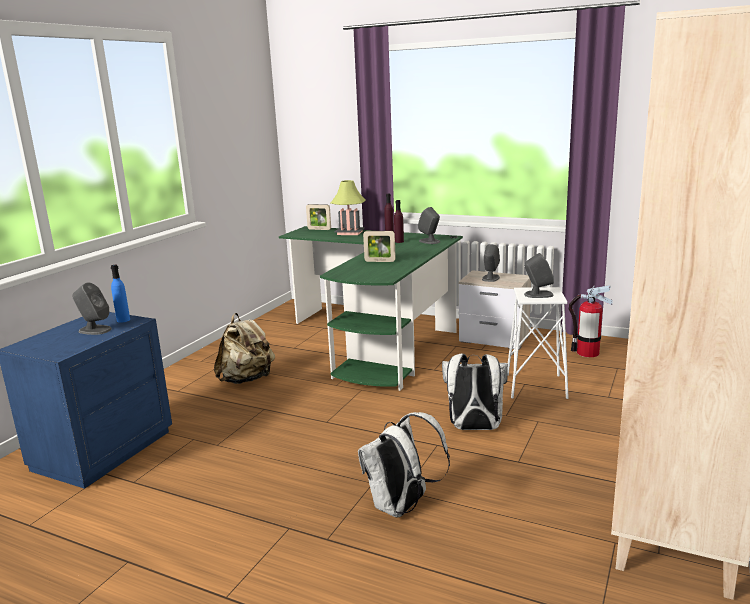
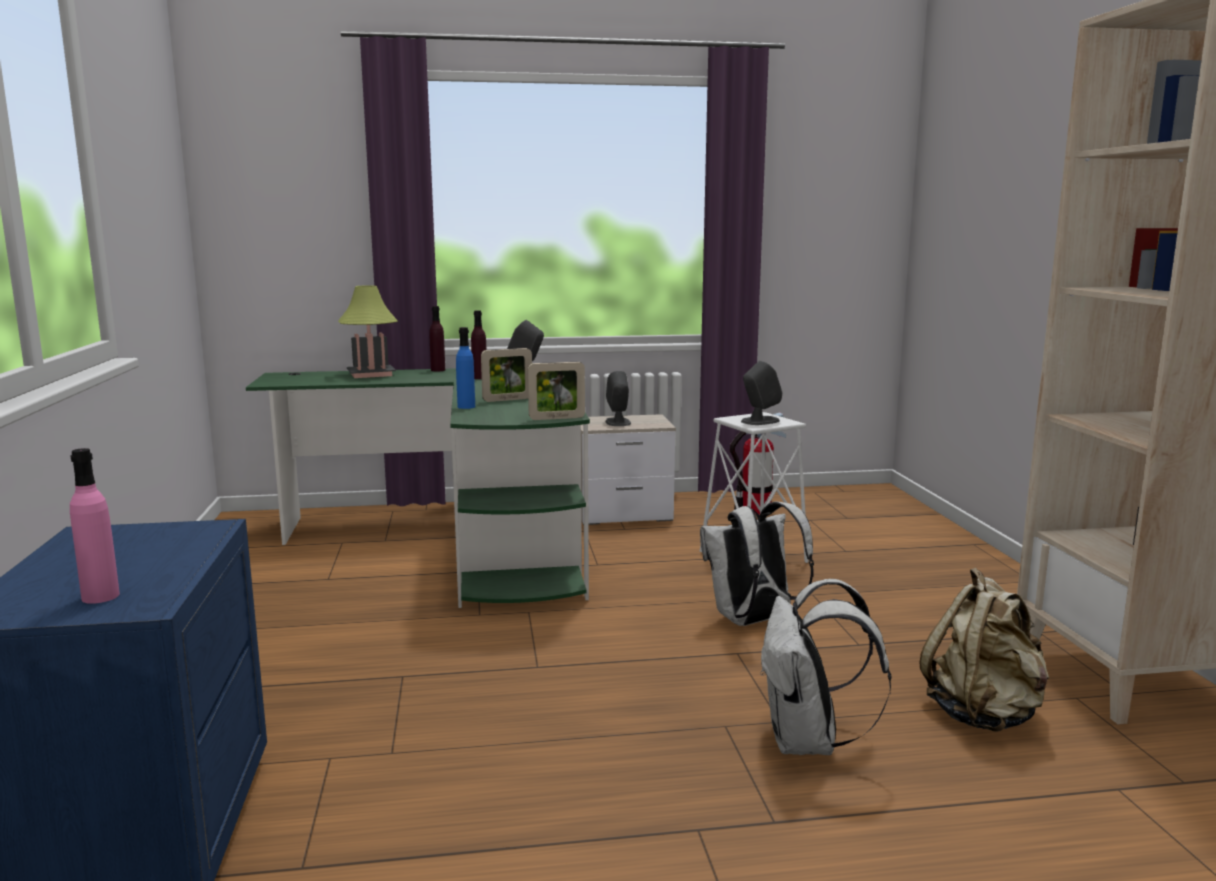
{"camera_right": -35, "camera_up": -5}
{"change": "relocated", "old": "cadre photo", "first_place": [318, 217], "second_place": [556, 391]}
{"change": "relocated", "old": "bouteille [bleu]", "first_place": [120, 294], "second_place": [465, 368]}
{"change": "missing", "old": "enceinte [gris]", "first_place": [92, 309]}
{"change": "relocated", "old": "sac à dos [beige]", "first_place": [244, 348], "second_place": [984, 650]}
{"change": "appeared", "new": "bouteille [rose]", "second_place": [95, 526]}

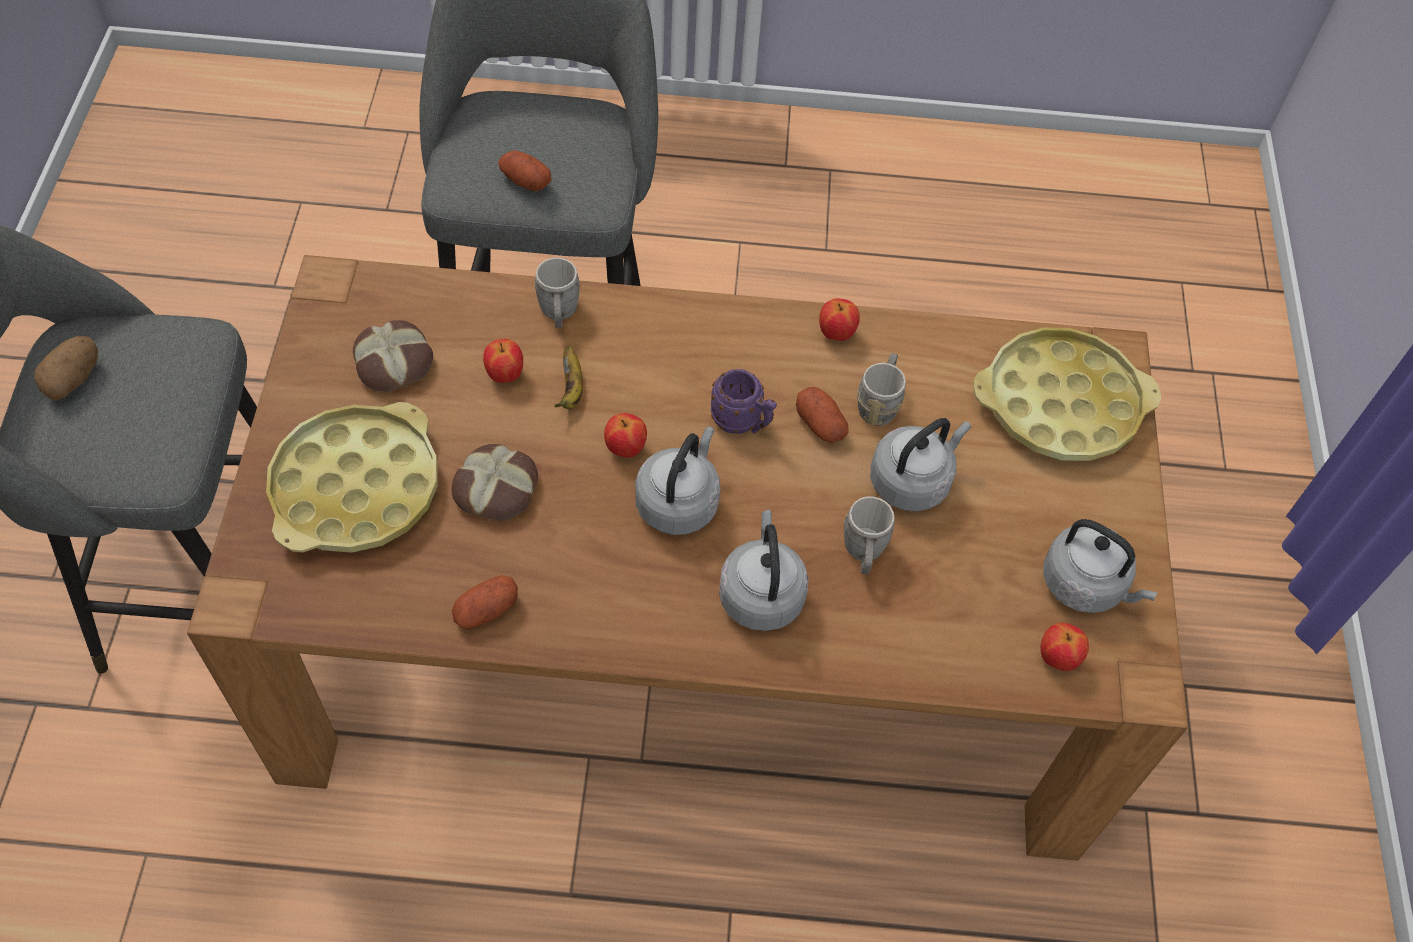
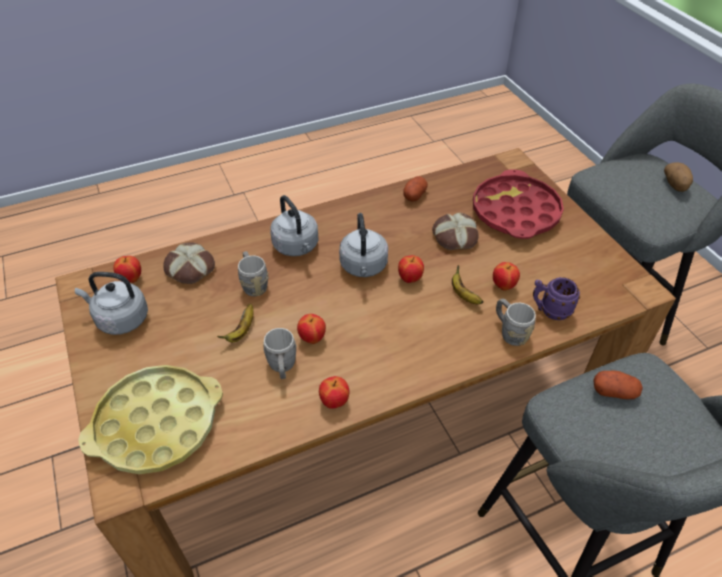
{"camera_right": 155, "camera_up": -10}
{"change": "relocated", "old": "pain", "first_place": [393, 356], "second_place": [189, 263]}
{"change": "relocated", "old": "mug [violet]", "first_place": [744, 401], "second_place": [556, 298]}
{"change": "exchanged", "old": "pomme de terre", "new": "pomme", "first_place": [822, 415], "second_place": [311, 329]}
{"change": "colour", "old": "plateau [jaune]", "new": "plateau [rouge]", "first_place": [352, 477], "second_place": [518, 204]}
{"change": "exchanged", "old": "bouilloire [gris]", "new": "banane", "first_place": [920, 464], "second_place": [235, 323]}

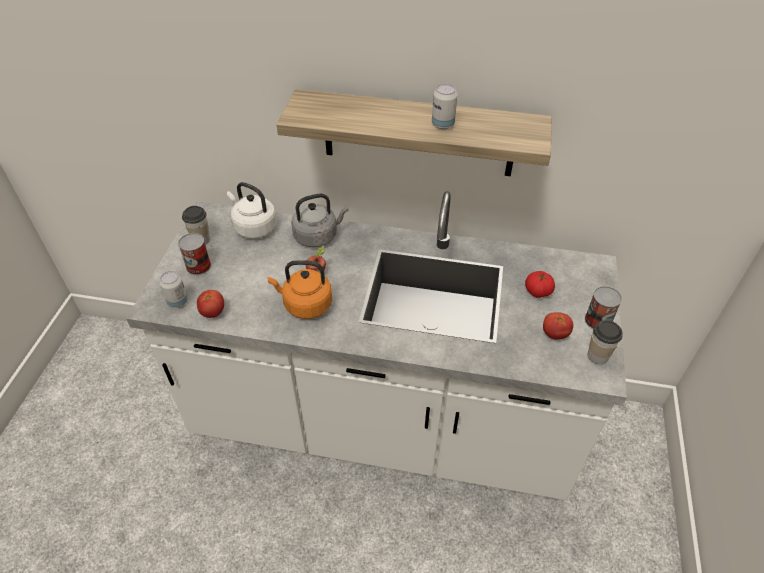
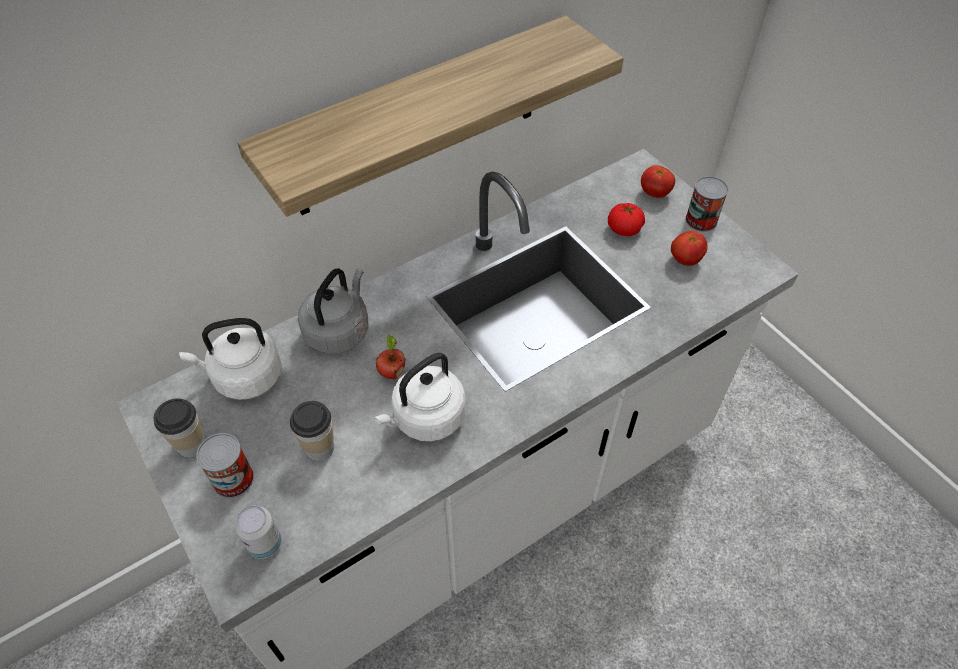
{"camera_right": -45, "camera_up": 5}
{"change": "missing", "old": "boîte métallique", "first_place": [444, 106]}
{"change": "colour", "old": "bouilloire [orange]", "new": "bouilloire [blanc]", "first_place": [300, 289], "second_place": [420, 397]}
{"change": "relocated", "old": "tomate", "first_place": [210, 304], "second_place": [658, 181]}
{"change": "relocated", "old": "tasse", "first_place": [605, 342], "second_place": [312, 431]}

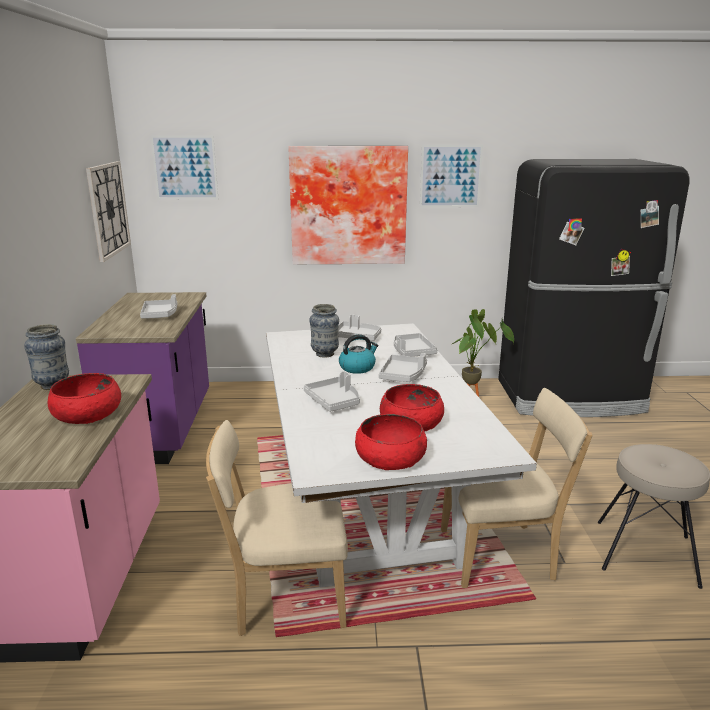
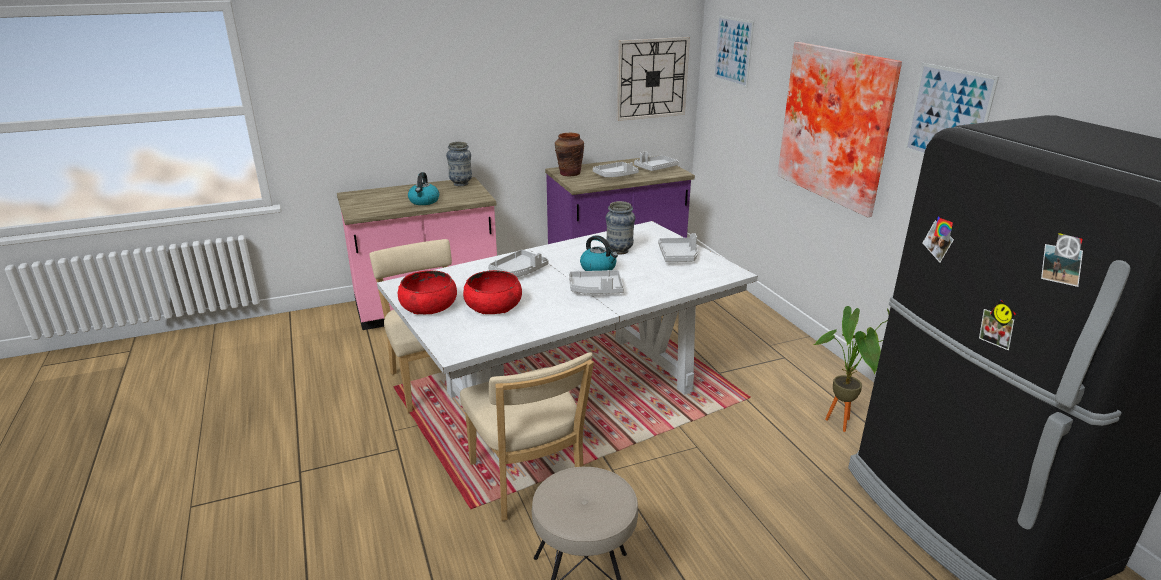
{"camera_right": 70, "camera_up": 5}
{"change": "relocated", "old": "plateau [gris]", "first_place": [416, 345], "second_place": [656, 161]}
{"change": "exchanged", "old": "bol [rouge]", "new": "bouilloire", "first_place": [84, 398], "second_place": [423, 188]}
{"change": "appeared", "new": "vase [marron]", "second_place": [569, 154]}

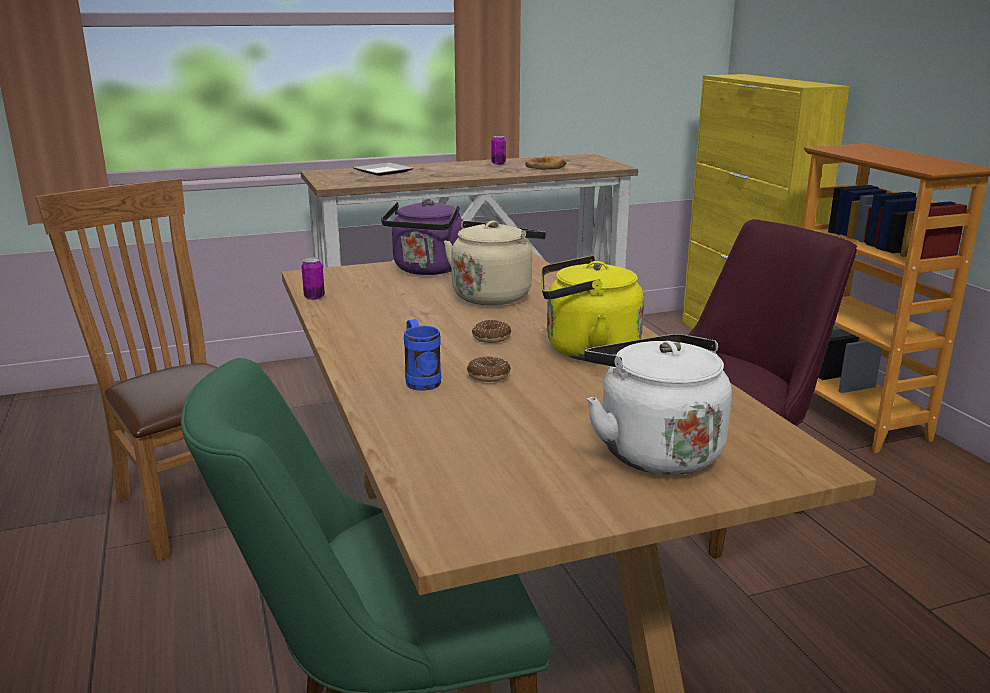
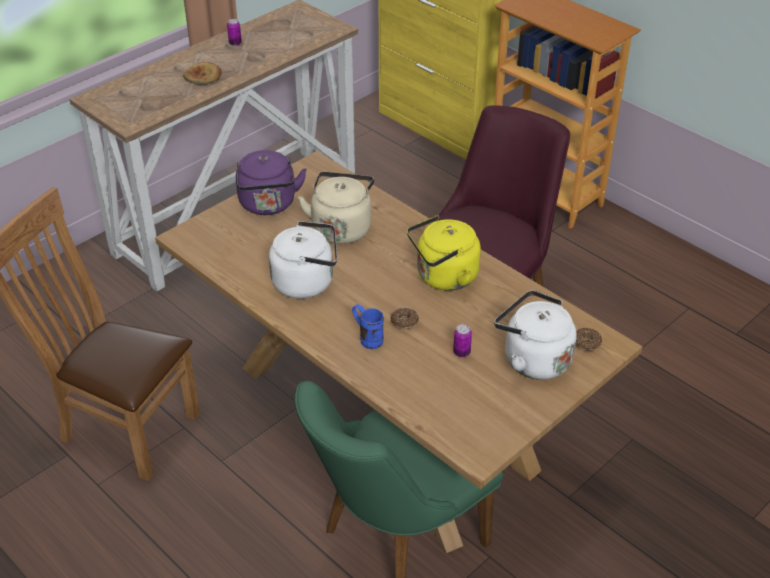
{"camera_right": -25, "camera_up": 20}
{"change": "relocated", "old": "pain", "first_place": [545, 163], "second_place": [202, 73]}
{"change": "missing", "old": "assiette", "first_place": [383, 169]}
{"change": "relocated", "old": "boîte métallique", "first_place": [313, 279], "second_place": [462, 340]}
{"change": "relocated", "old": "beignet", "first_place": [491, 331], "second_place": [588, 339]}
{"change": "appeared", "new": "bouilloire [blanc]", "second_place": [303, 260]}

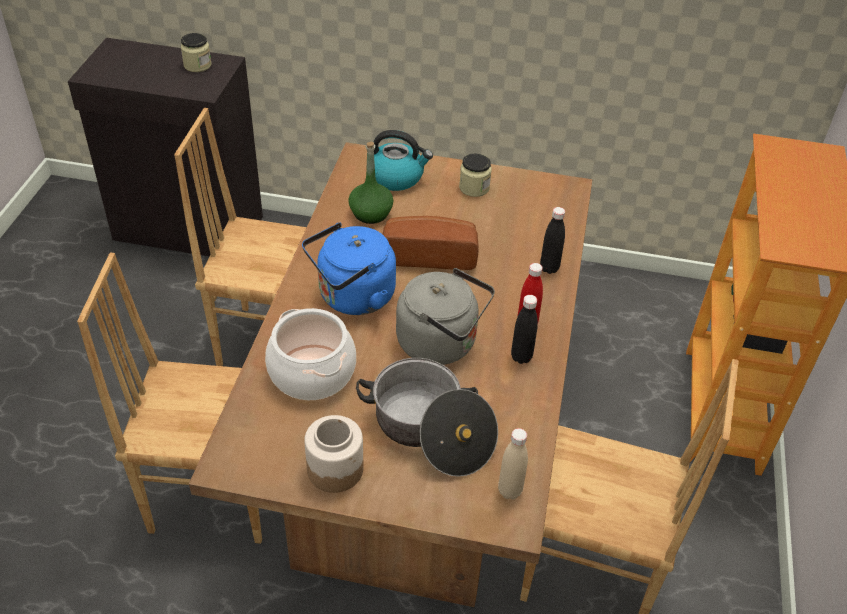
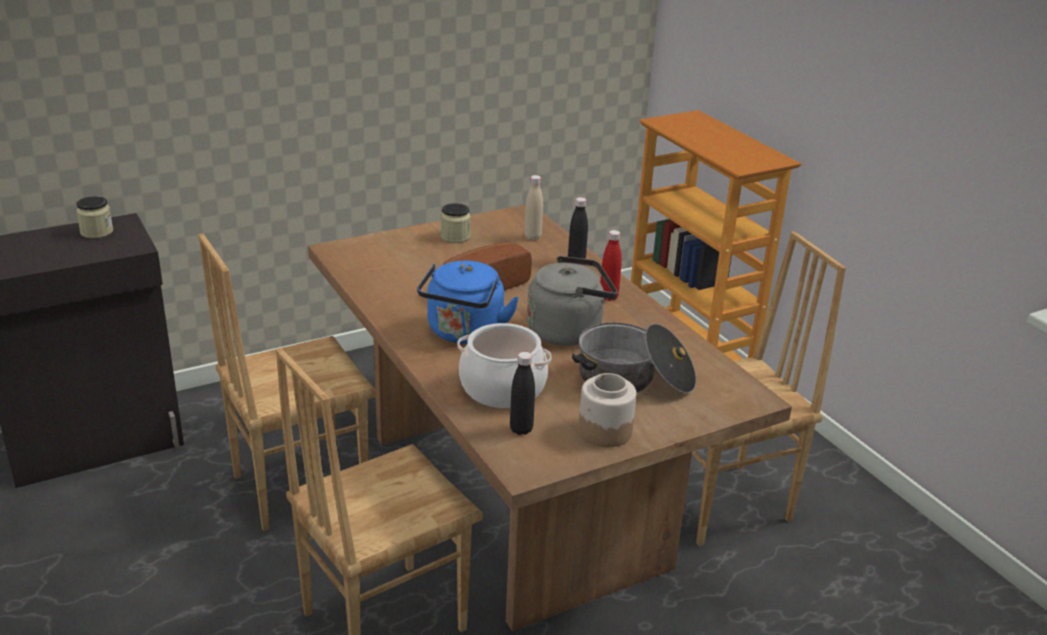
{"camera_right": -40, "camera_up": -15}
{"change": "missing", "old": "bouilloire", "first_place": [403, 160]}
{"change": "missing", "old": "bouteille [vert]", "first_place": [370, 183]}
{"change": "relocated", "old": "bouteille [noir]", "first_place": [524, 329], "second_place": [522, 393]}
{"change": "relocated", "old": "bouteille [beige]", "first_place": [513, 464], "second_place": [533, 207]}

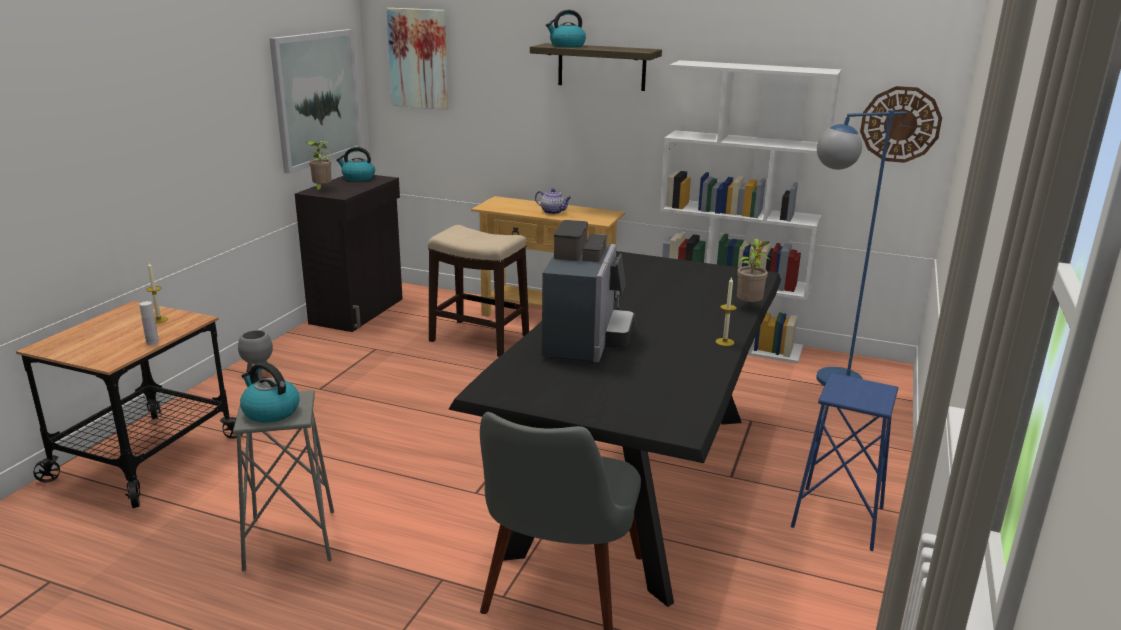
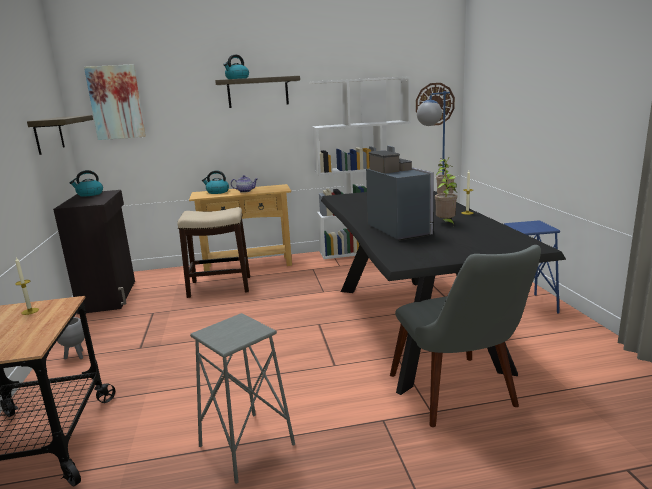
{"camera_right": -30, "camera_up": -5}
{"change": "exchanged", "old": "tableau", "new": "étagère", "first_place": [315, 101], "second_place": [60, 135]}
{"change": "relocated", "old": "plante en pot", "first_place": [319, 166], "second_place": [446, 200]}
{"change": "missing", "old": "bouteille [blanc]", "first_place": [149, 323]}
{"change": "relocated", "old": "bouilloire", "first_place": [270, 392], "second_place": [215, 182]}

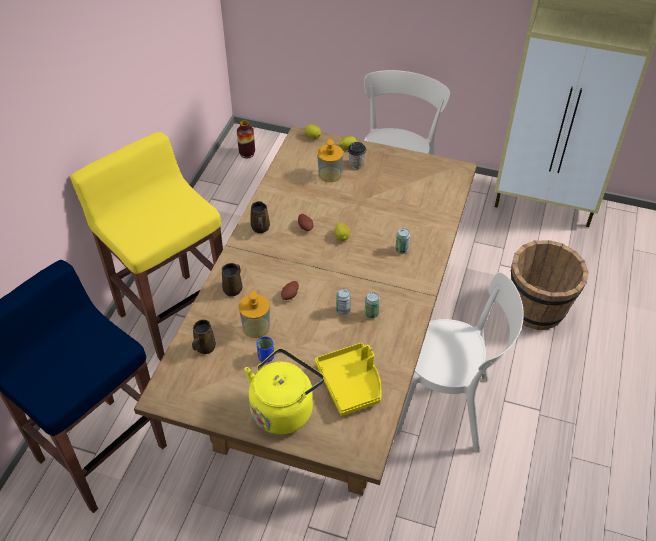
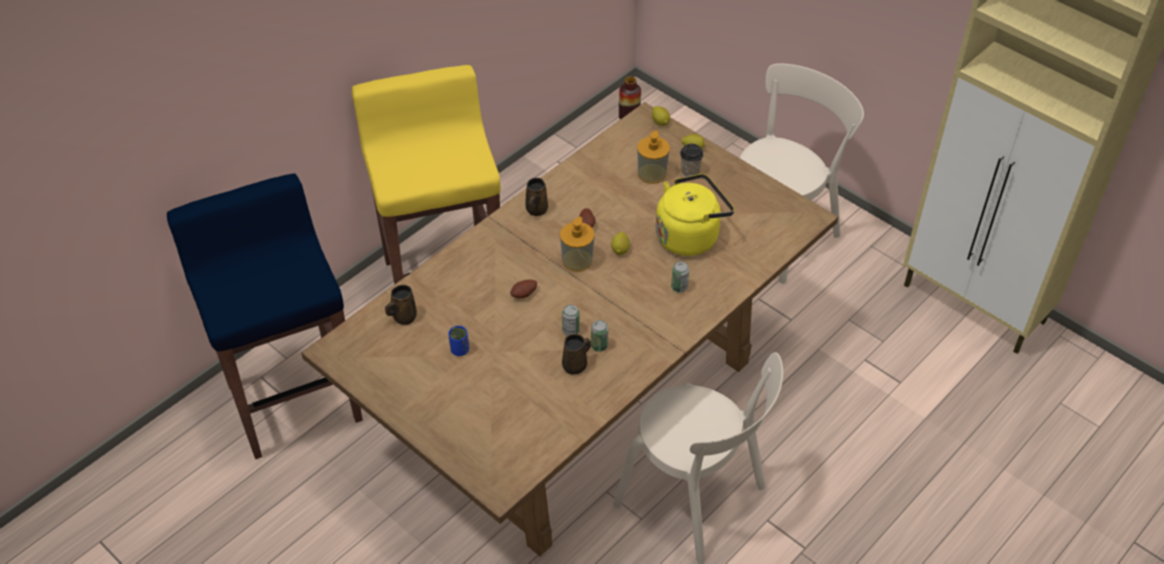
{"camera_right": 25, "camera_up": 0}
{"change": "missing", "old": "seau [marron]", "first_place": [550, 285]}
{"change": "relocated", "old": "mug [marron]", "first_place": [232, 280], "second_place": [576, 354]}
{"change": "relocated", "old": "distributeur de savon", "first_place": [254, 314], "second_place": [577, 244]}
{"change": "missing", "old": "plateau [jaune]", "first_place": [348, 379]}
{"change": "relocated", "old": "bouilloire [jaune]", "first_place": [284, 391], "second_place": [695, 215]}

